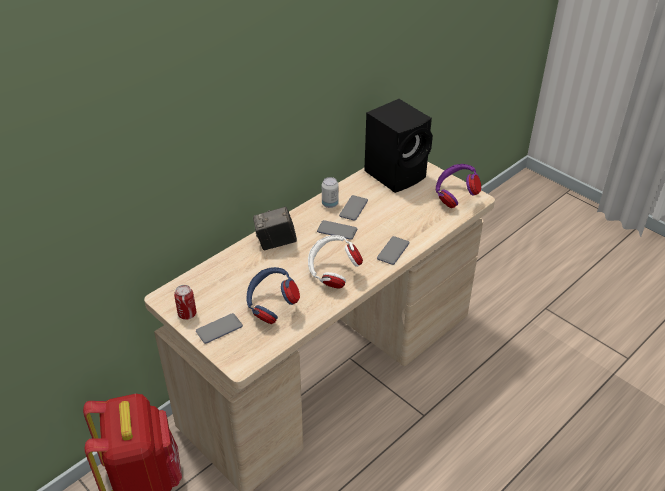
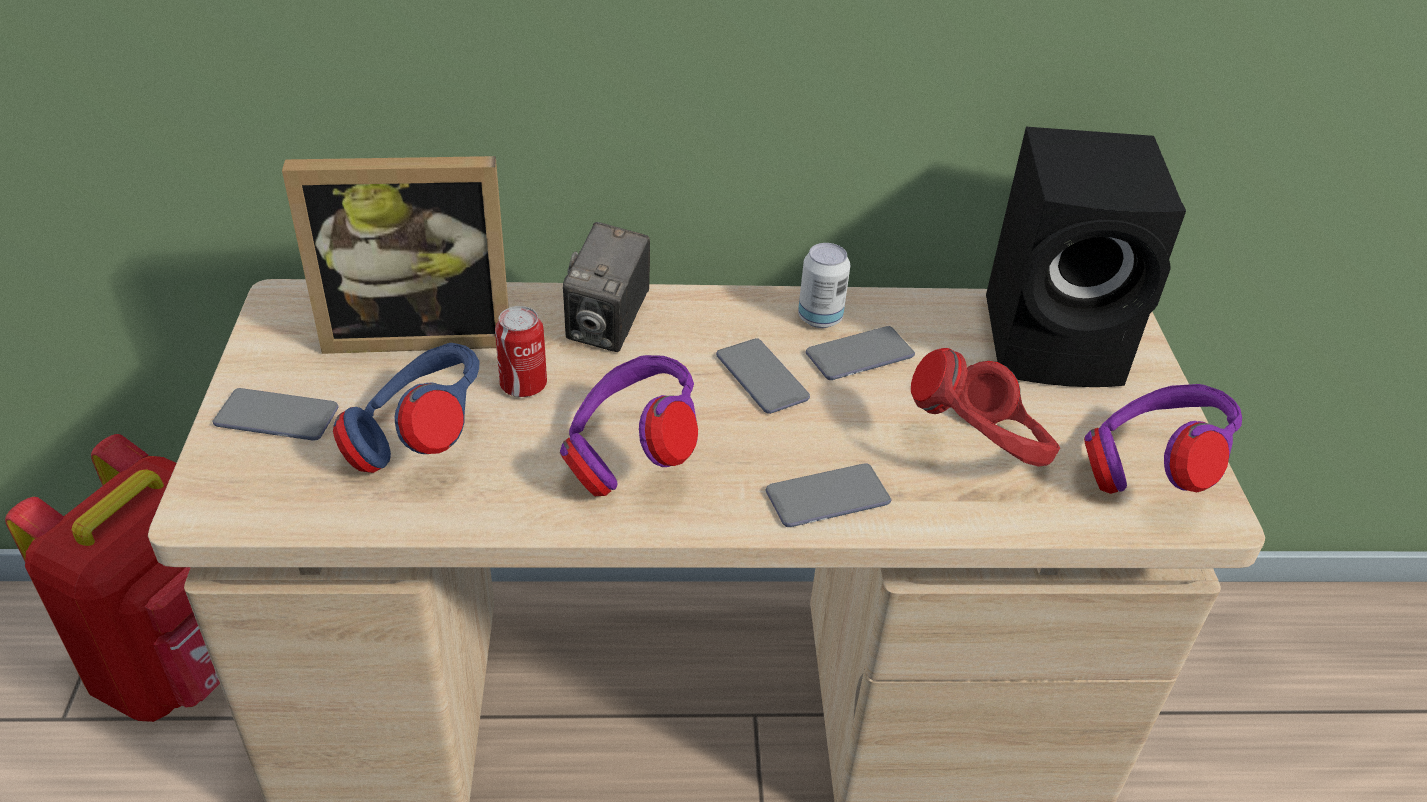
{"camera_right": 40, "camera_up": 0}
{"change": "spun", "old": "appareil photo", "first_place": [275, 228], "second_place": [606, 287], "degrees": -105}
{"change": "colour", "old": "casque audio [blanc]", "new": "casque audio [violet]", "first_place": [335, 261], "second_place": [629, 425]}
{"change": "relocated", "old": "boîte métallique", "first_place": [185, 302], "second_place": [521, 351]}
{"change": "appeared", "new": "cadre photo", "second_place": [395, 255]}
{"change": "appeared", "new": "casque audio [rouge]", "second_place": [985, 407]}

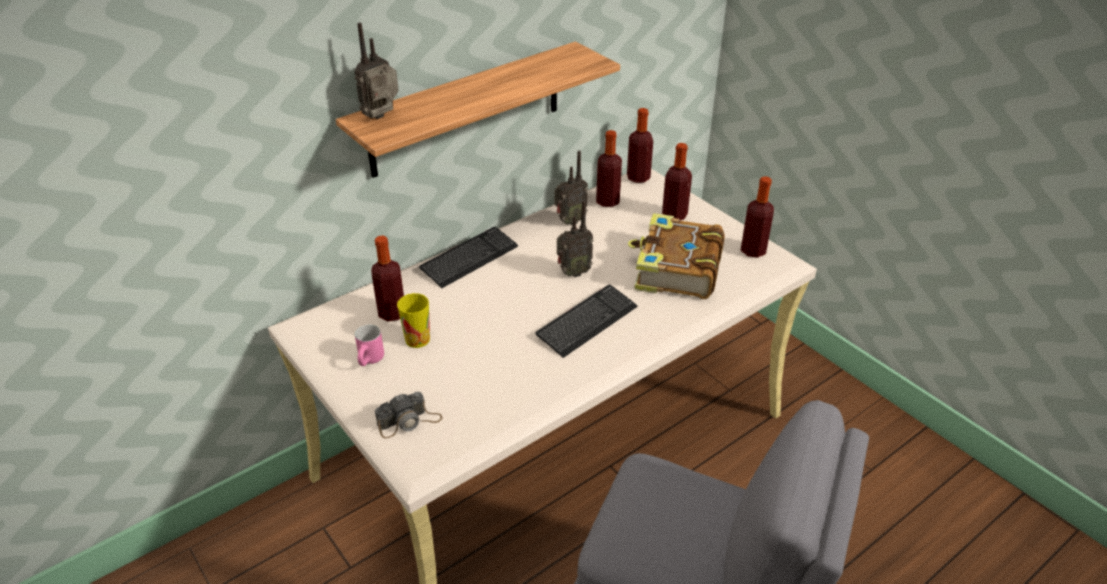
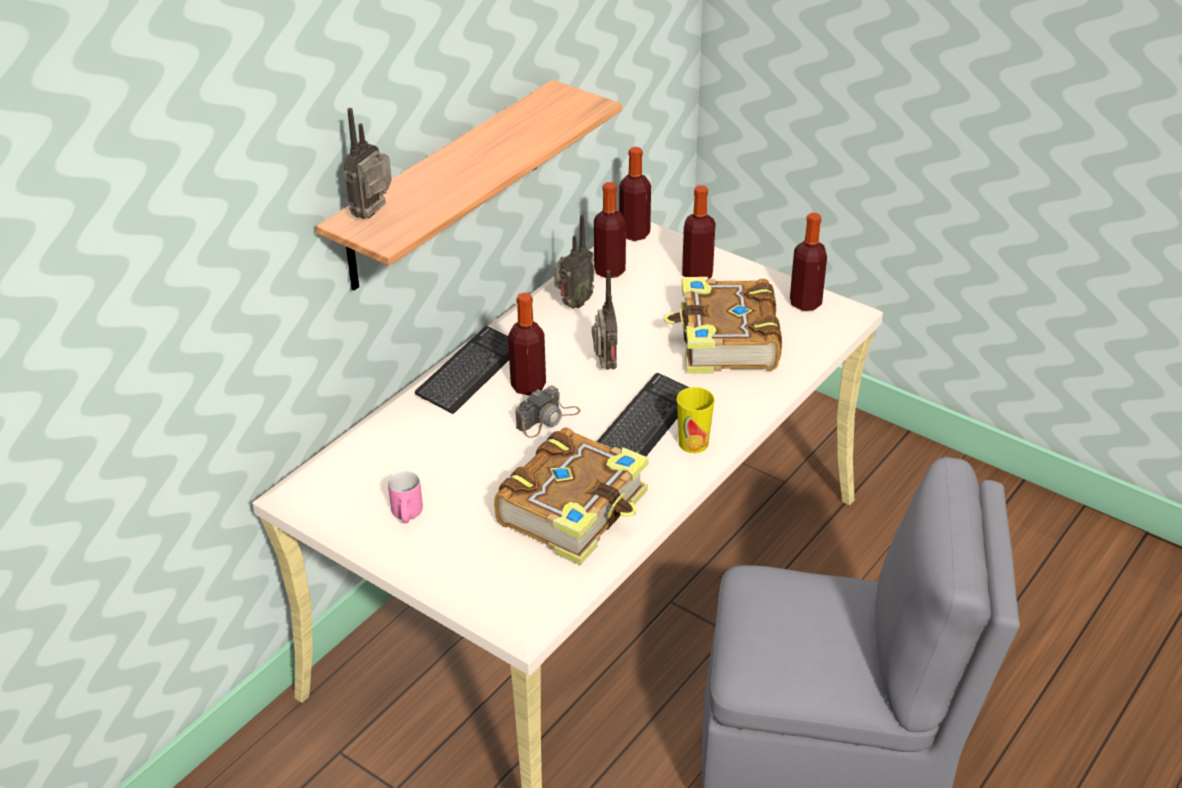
{"camera_right": -15, "camera_up": 0}
{"change": "spun", "old": "radio", "first_place": [575, 238], "second_place": [604, 319], "degrees": -60}
{"change": "relocated", "old": "bouteille", "first_place": [387, 278], "second_place": [527, 344]}
{"change": "relocated", "old": "tasse", "first_place": [413, 320], "second_place": [696, 420]}
{"change": "relocated", "old": "appareil photo", "first_place": [409, 415], "second_place": [548, 412]}
{"change": "appeared", "new": "livre", "second_place": [571, 496]}

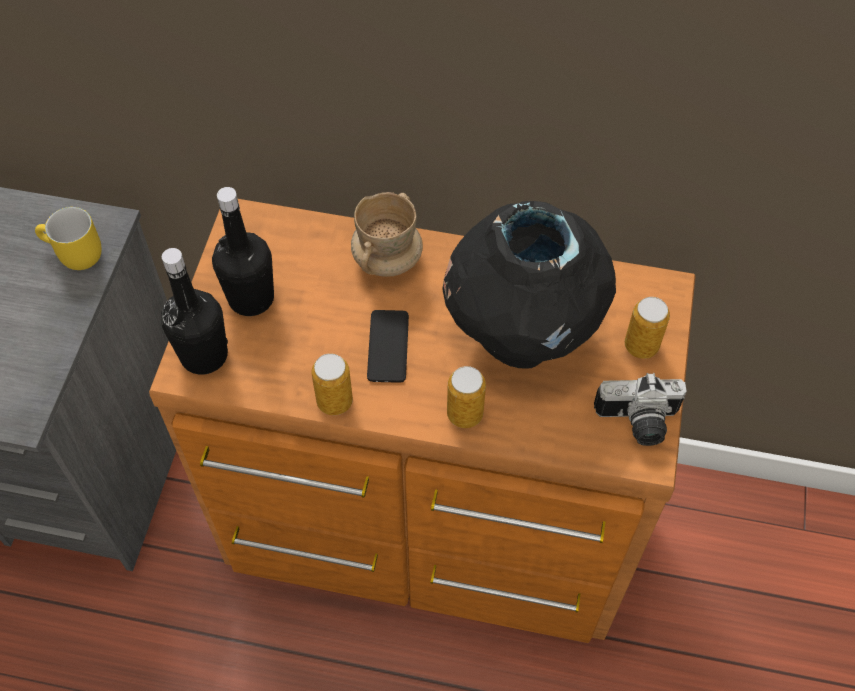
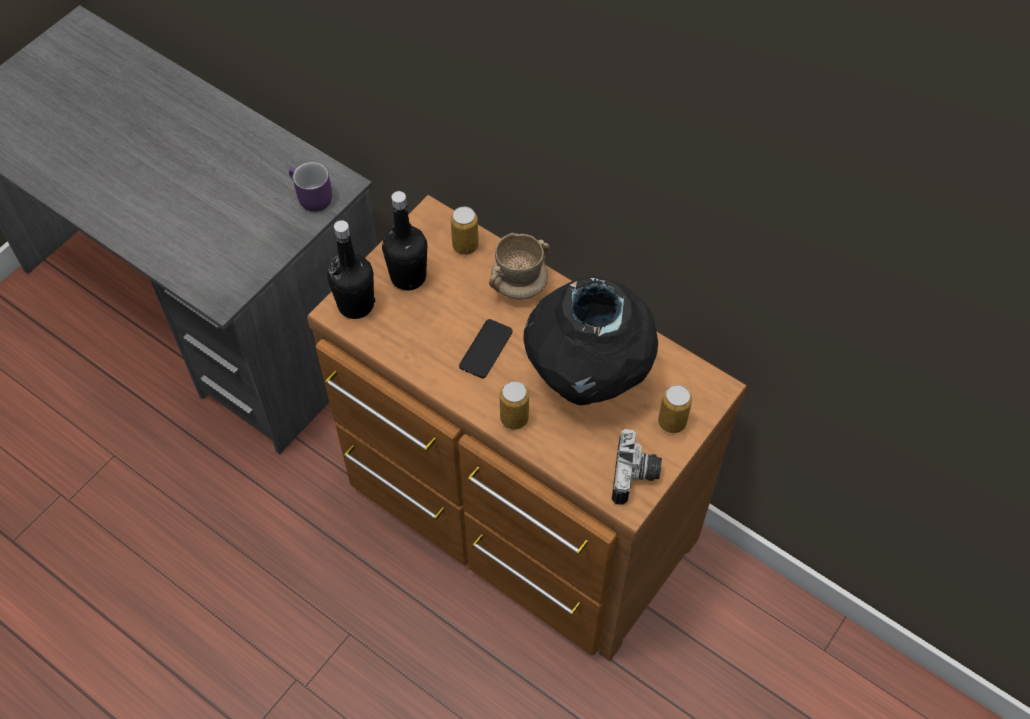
{"camera_right": 25, "camera_up": 0}
{"change": "colour", "old": "mug [jaune]", "new": "mug [violet]", "first_place": [68, 238], "second_place": [310, 187]}
{"change": "relocated", "old": "boîte métallique", "first_place": [332, 384], "second_place": [465, 230]}
{"change": "spun", "old": "appareil photo", "first_place": [640, 409], "second_place": [637, 467], "degrees": -105}

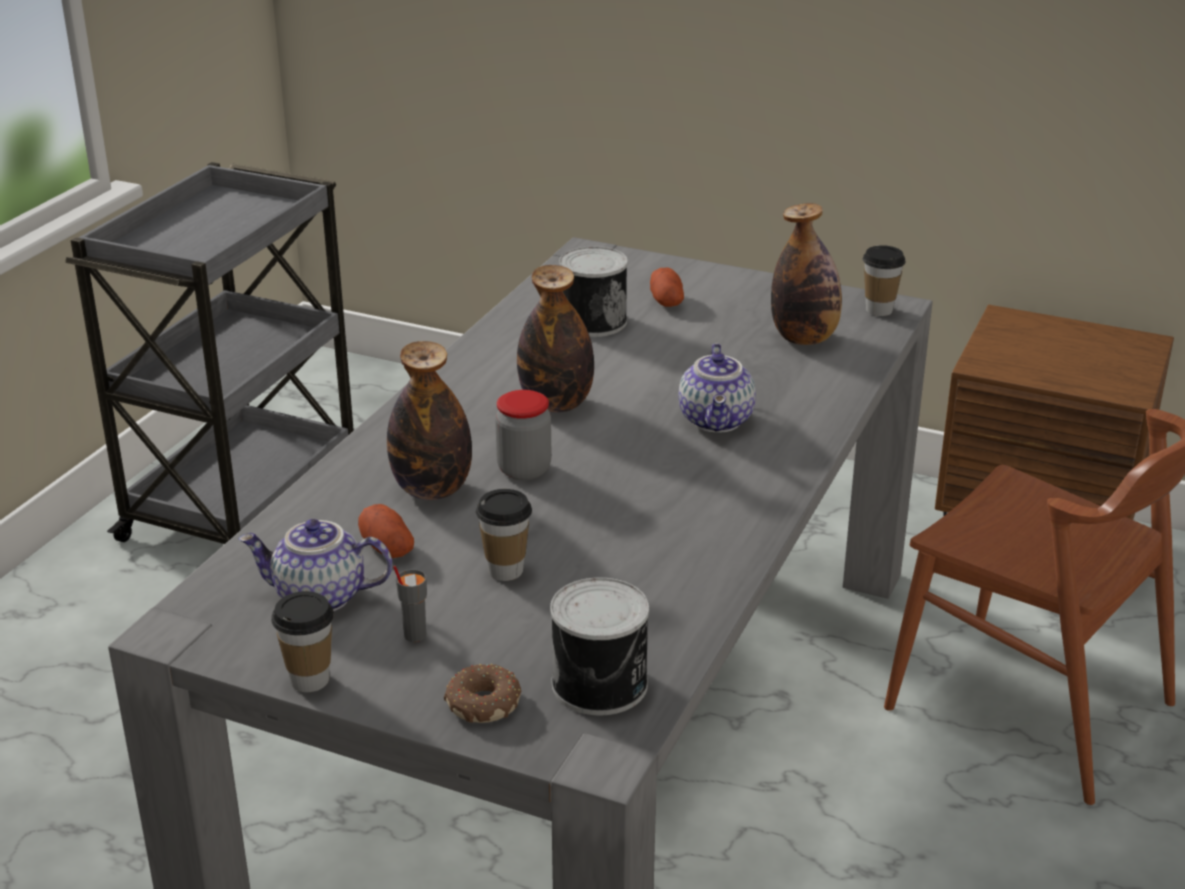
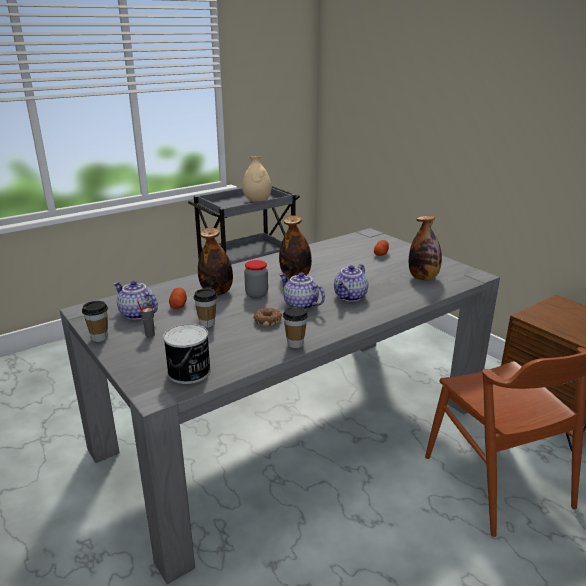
{"camera_right": 30, "camera_up": -5}
{"change": "relocated", "old": "tasse", "first_place": [884, 280], "second_place": [295, 327]}
{"change": "missing", "old": "boîte métallique", "first_place": [593, 291]}
{"change": "relocated", "old": "beignet", "first_place": [483, 693], "second_place": [267, 317]}
{"change": "appeared", "new": "vase [beige]", "second_place": [256, 179]}
{"change": "appeared", "new": "théière", "second_place": [302, 291]}

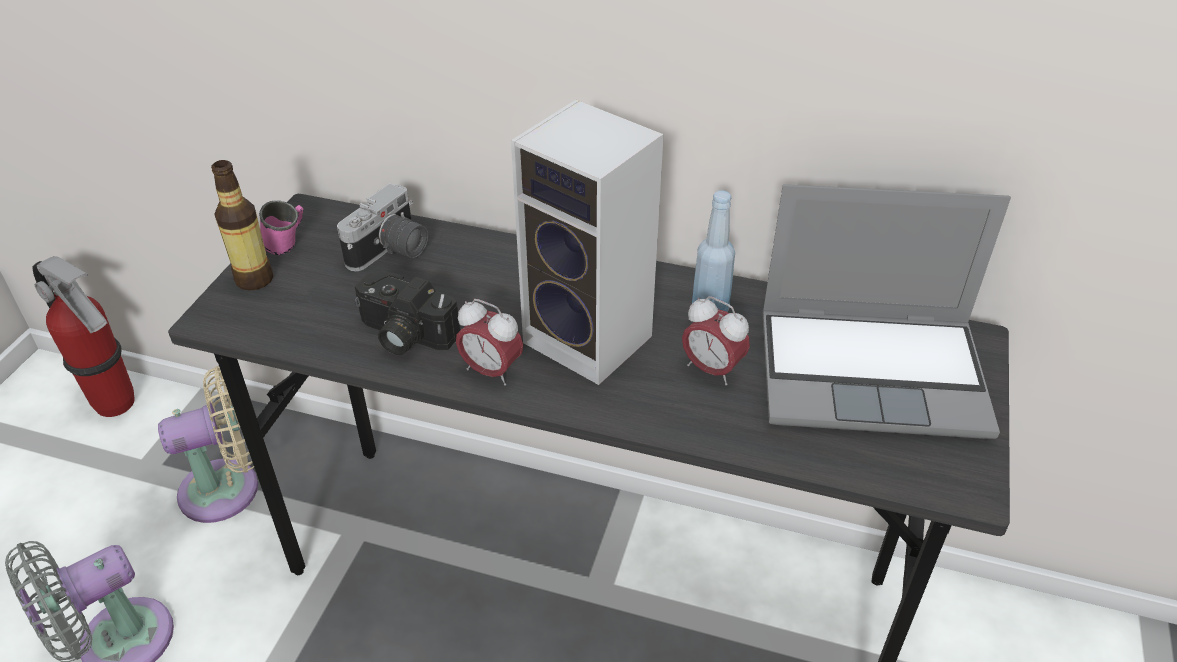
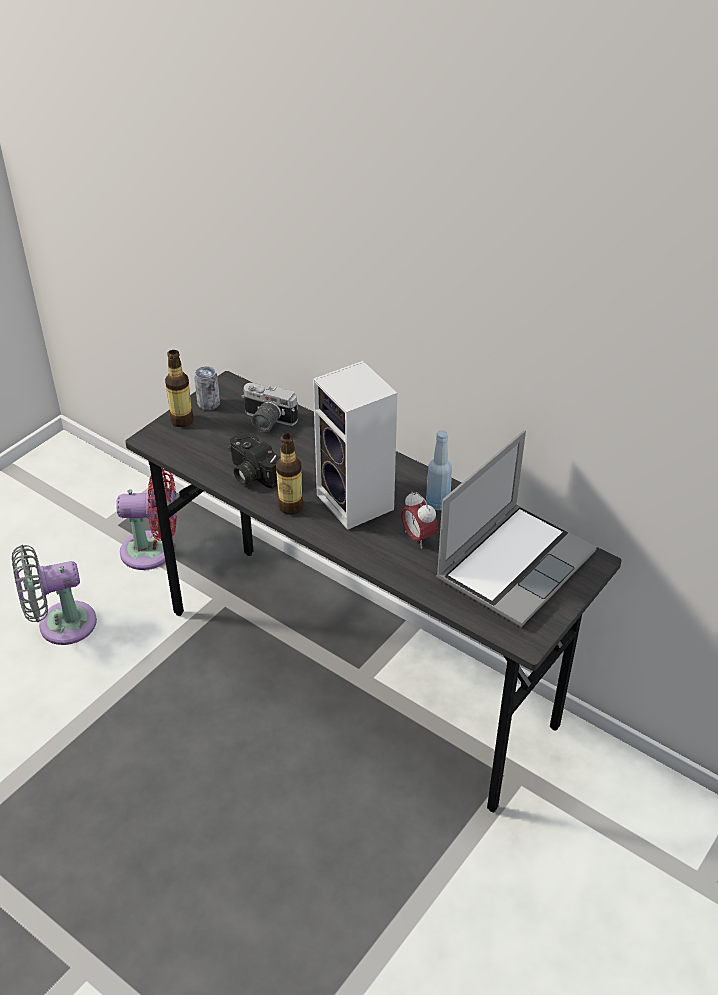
{"camera_right": 20, "camera_up": 0}
{"change": "spun", "old": "appareil photo", "first_place": [382, 227], "second_place": [269, 407], "degrees": 60}
{"change": "spun", "old": "ordinateur portable", "first_place": [886, 311], "second_place": [516, 528], "degrees": -75}
{"change": "exchanged", "old": "mug [rose]", "new": "boîte métallique", "first_place": [281, 227], "second_place": [207, 388]}
{"change": "missing", "old": "extincteur", "first_place": [83, 336]}
{"change": "exchanged", "old": "réveil", "new": "bouteille", "first_place": [489, 342], "second_place": [290, 474]}
{"change": "colour", "old": "ventilateur [beige]", "new": "ventilateur [rouge]", "first_place": [208, 444], "second_place": [146, 519]}

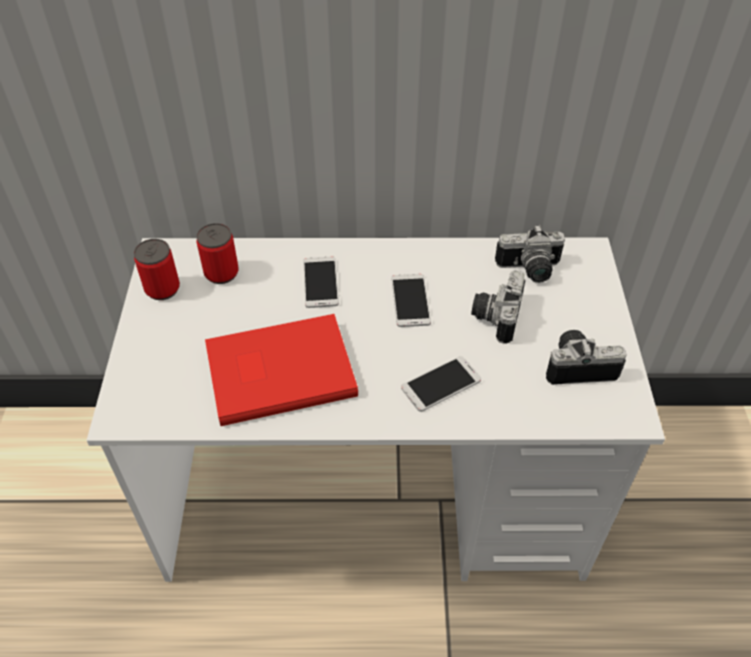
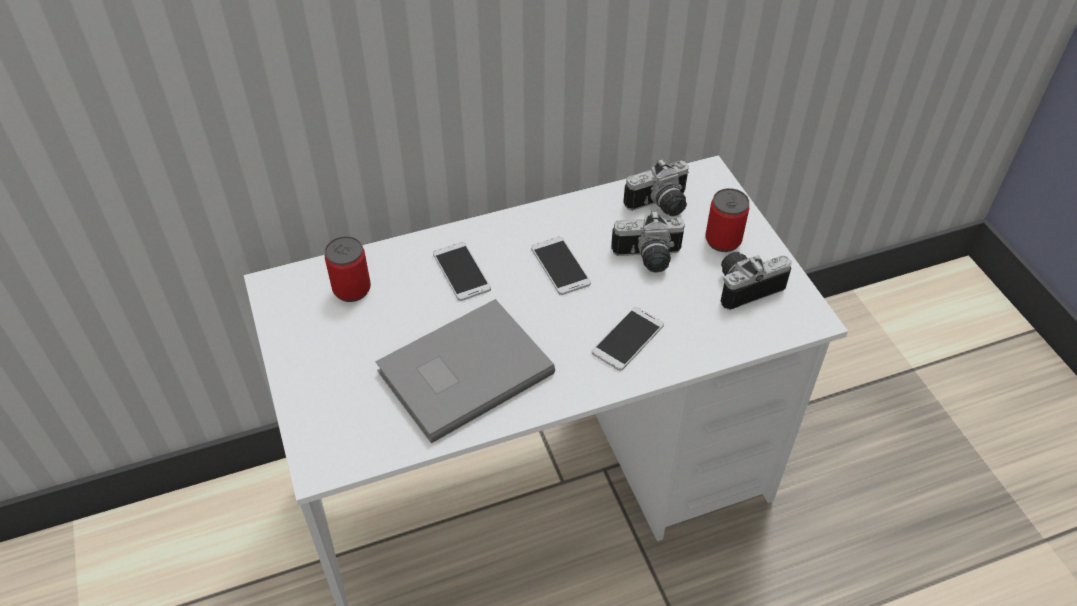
{"camera_right": -20, "camera_up": 0}
{"change": "relocated", "old": "boîte métallique", "first_place": [157, 269], "second_place": [727, 220]}
{"change": "spun", "old": "appareil photo", "first_place": [498, 307], "second_place": [648, 241], "degrees": -90}
{"change": "colour", "old": "livre [rouge]", "new": "livre [gris]", "first_place": [281, 370], "second_place": [465, 371]}

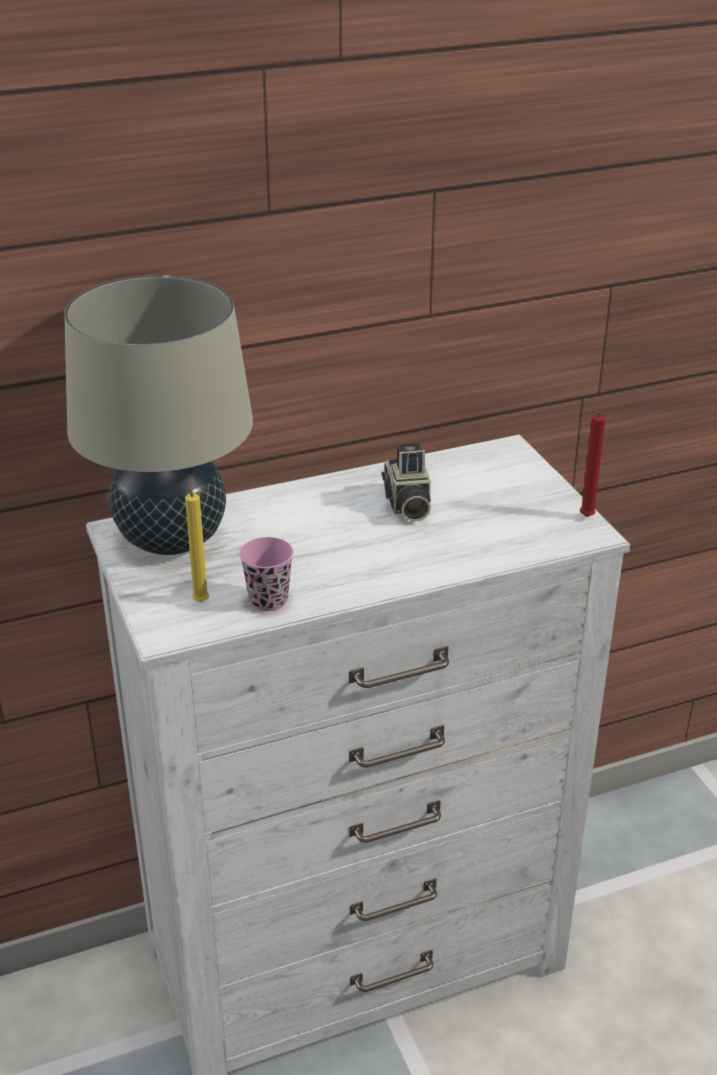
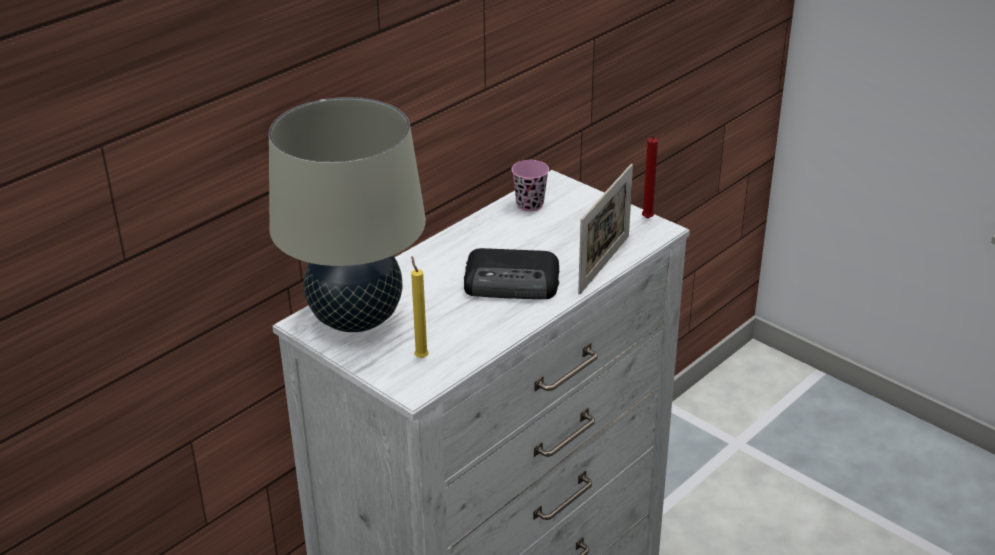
{"camera_right": -25, "camera_up": 0}
{"change": "missing", "old": "appareil photo", "first_place": [406, 482]}
{"change": "relocated", "old": "tasse [rose]", "first_place": [266, 574], "second_place": [530, 185]}
{"change": "appeared", "new": "cadre photo", "second_place": [605, 229]}
{"change": "appeared", "new": "radio", "second_place": [511, 273]}

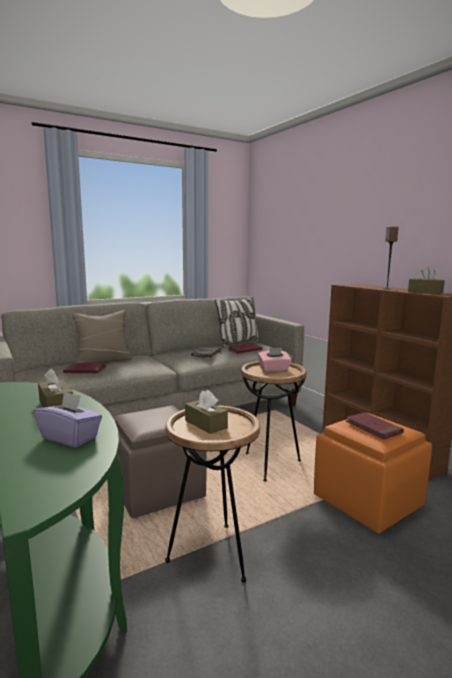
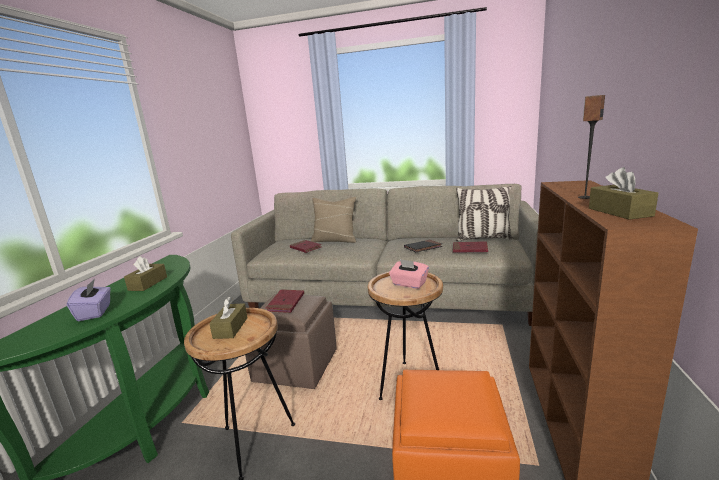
{"camera_right": 45, "camera_up": 5}
{"change": "relocated", "old": "livre [rouge]", "first_place": [375, 425], "second_place": [285, 301]}

